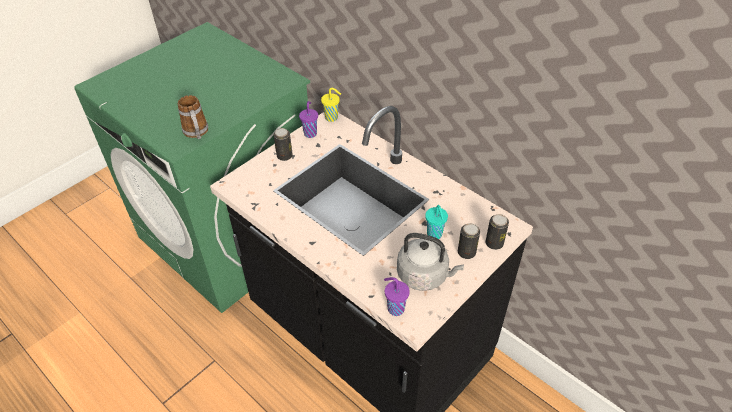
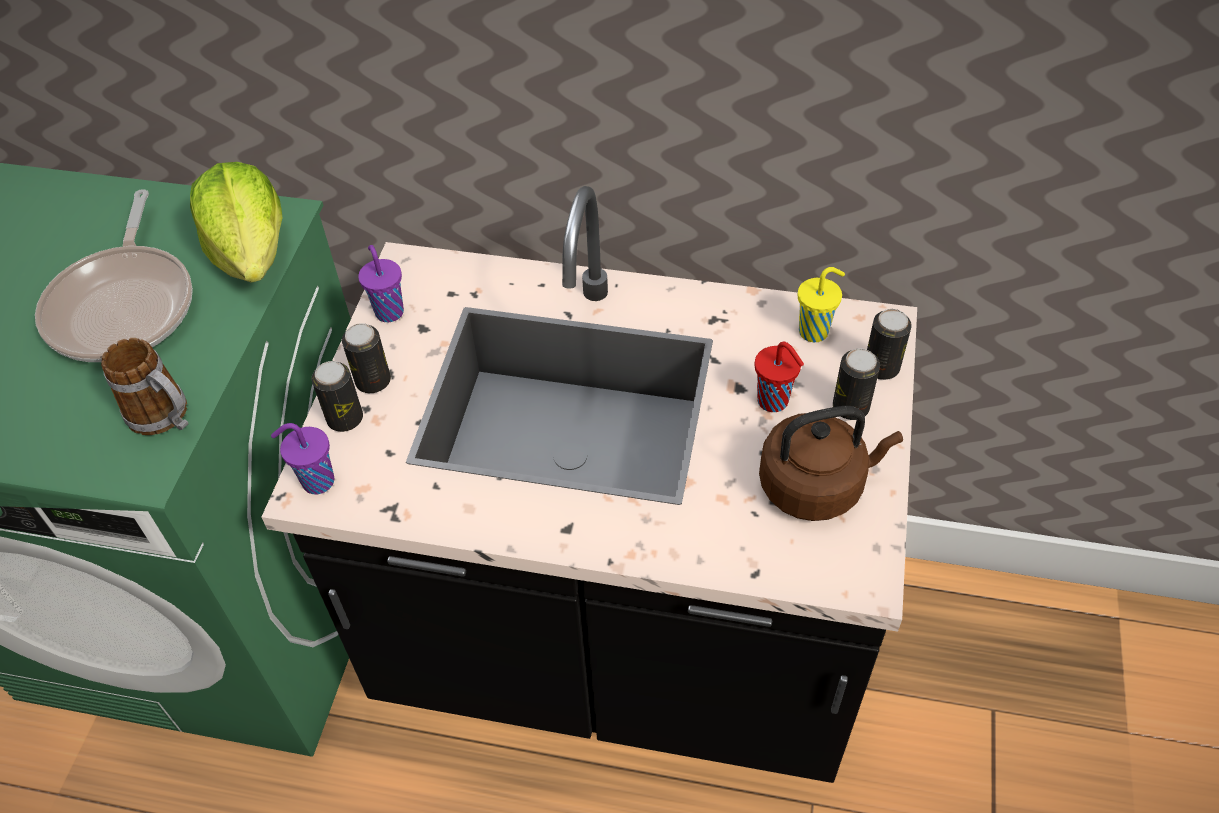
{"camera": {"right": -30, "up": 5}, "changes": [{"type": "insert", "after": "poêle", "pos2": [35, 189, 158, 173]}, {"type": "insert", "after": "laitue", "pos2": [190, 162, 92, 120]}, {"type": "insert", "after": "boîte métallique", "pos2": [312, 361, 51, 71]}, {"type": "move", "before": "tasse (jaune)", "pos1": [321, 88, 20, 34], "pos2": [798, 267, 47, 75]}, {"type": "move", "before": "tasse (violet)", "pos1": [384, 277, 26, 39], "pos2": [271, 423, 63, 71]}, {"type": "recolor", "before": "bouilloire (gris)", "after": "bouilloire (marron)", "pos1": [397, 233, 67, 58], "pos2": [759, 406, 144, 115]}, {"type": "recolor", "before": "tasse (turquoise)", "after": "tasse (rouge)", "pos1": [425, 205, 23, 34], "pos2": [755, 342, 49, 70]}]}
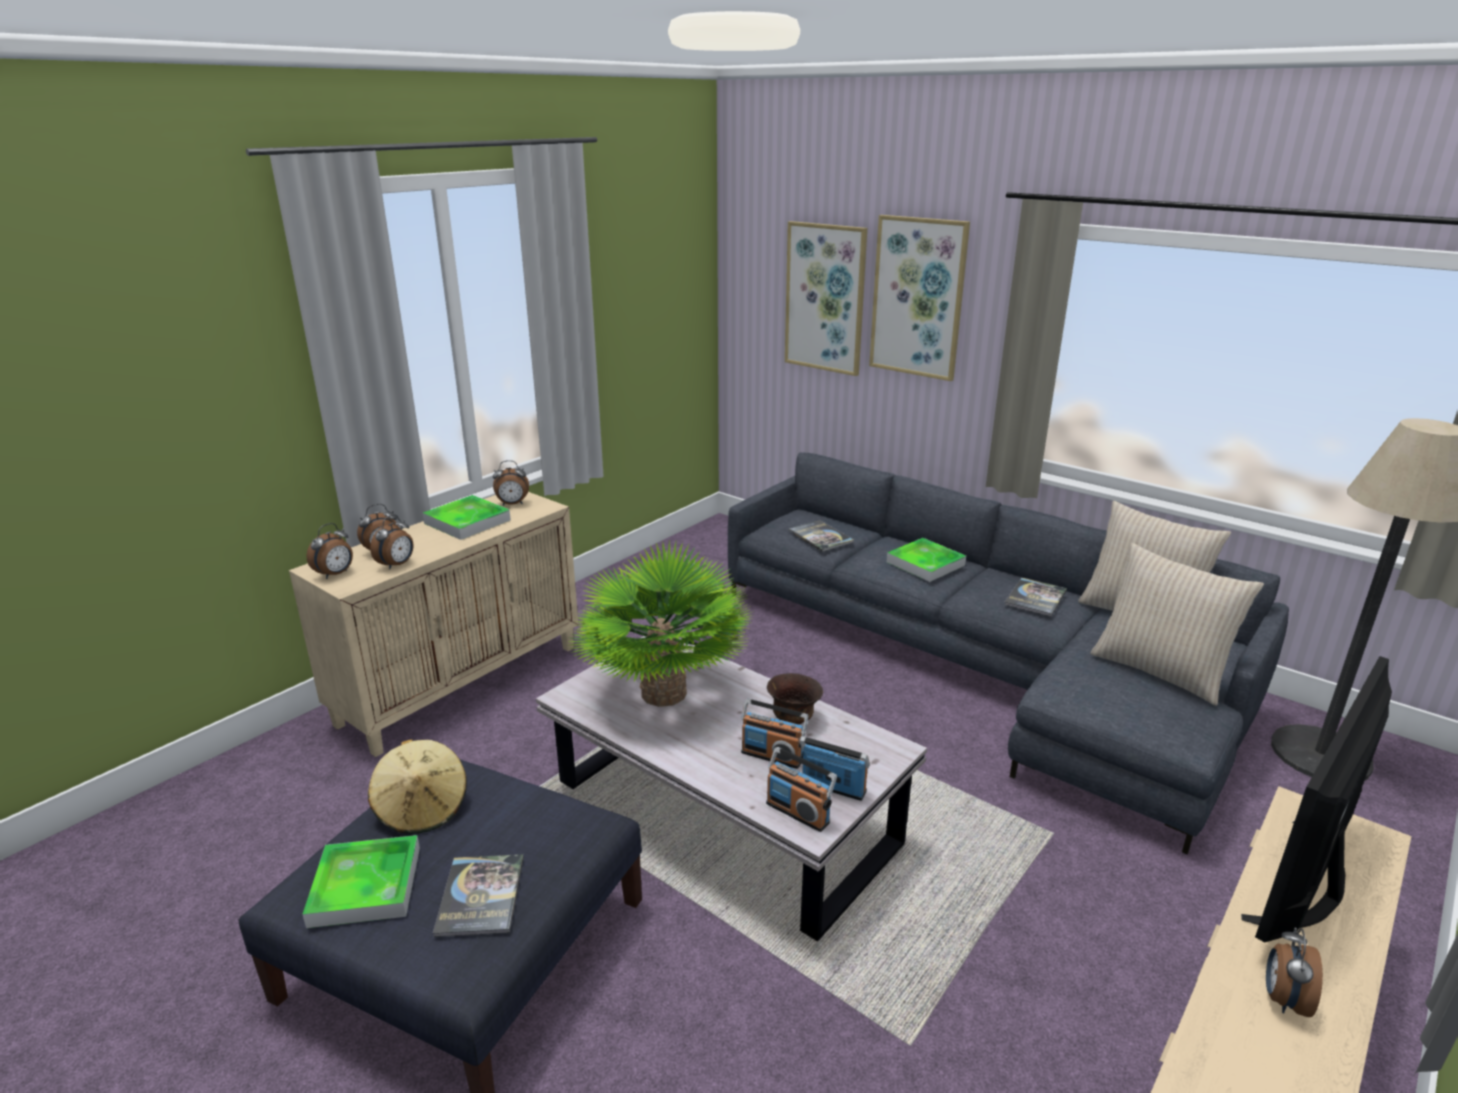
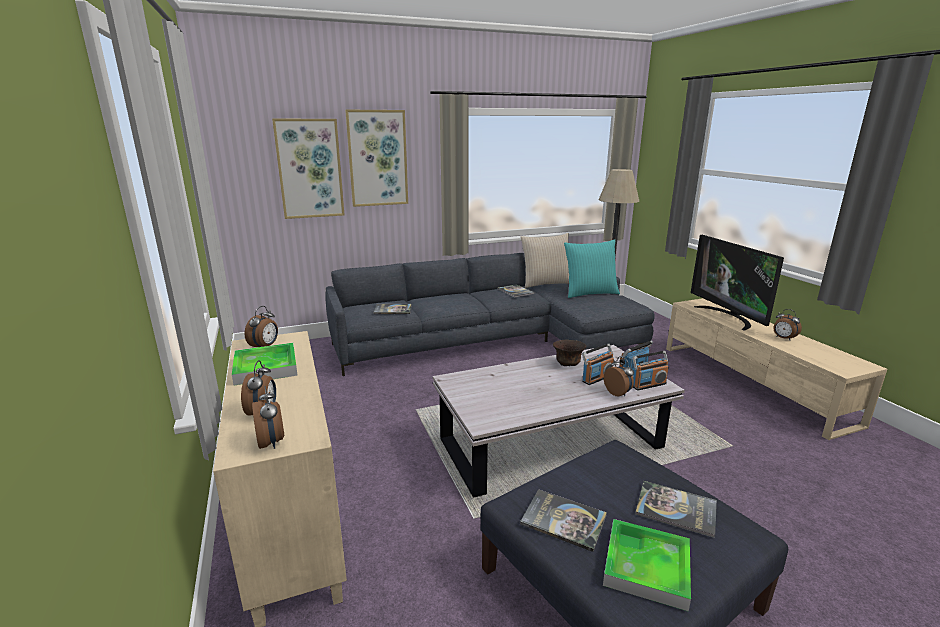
{"camera": {"right": -60, "up": -5}, "changes": [{"type": "delete", "before": "plante en pot", "pos1": [567, 539, 186, 168]}, {"type": "delete", "before": "plateau", "pos1": [887, 538, 79, 44]}, {"type": "move", "before": "réveil", "pos1": [370, 514, 44, 56], "pos2": [604, 356, 30, 41]}, {"type": "replace", "before": "chapeau (beige)", "after": "livre", "pos1": [368, 739, 99, 95], "pos2": [520, 489, 87, 63]}, {"type": "recolor", "before": "coussin (beige)", "after": "coussin (turquoise)", "pos1": [1091, 543, 173, 163], "pos2": [564, 239, 56, 59]}]}
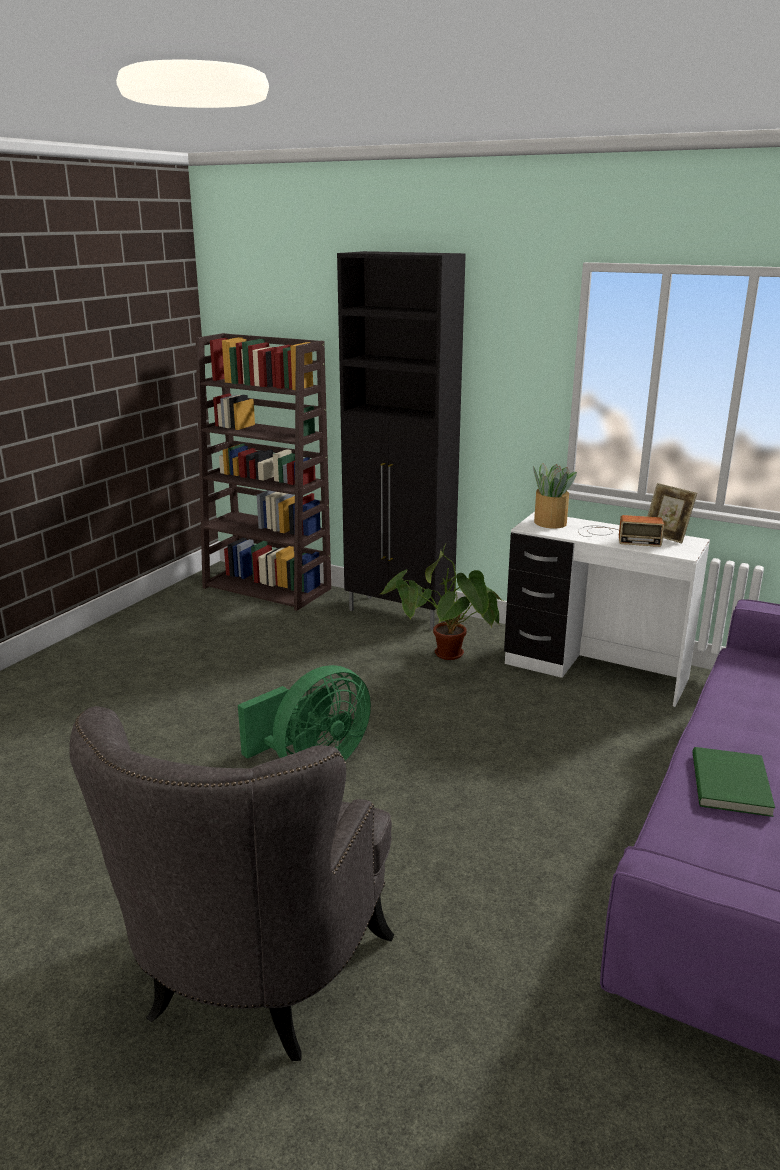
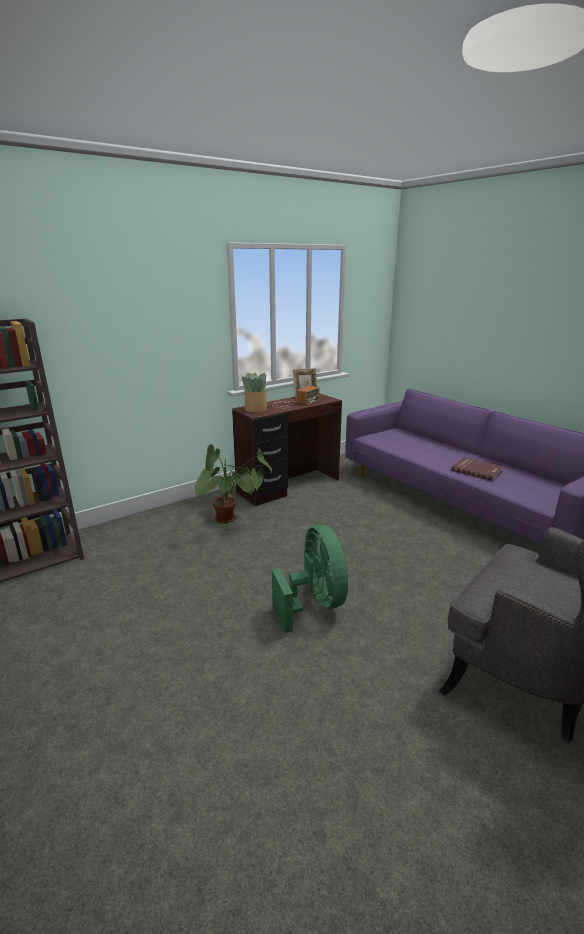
{"camera": {"right": -65, "up": 0}, "changes": [{"type": "delete", "before": "meuble de rangement (noir)", "pos1": [337, 251, 129, 379]}, {"type": "recolor", "before": "bureau (blanc)", "after": "bureau (marron)", "pos1": [504, 512, 206, 195], "pos2": [232, 393, 110, 113]}, {"type": "recolor", "before": "livre (vert)", "after": "livre (rouge)", "pos1": [692, 747, 83, 70], "pos2": [451, 457, 52, 24]}]}
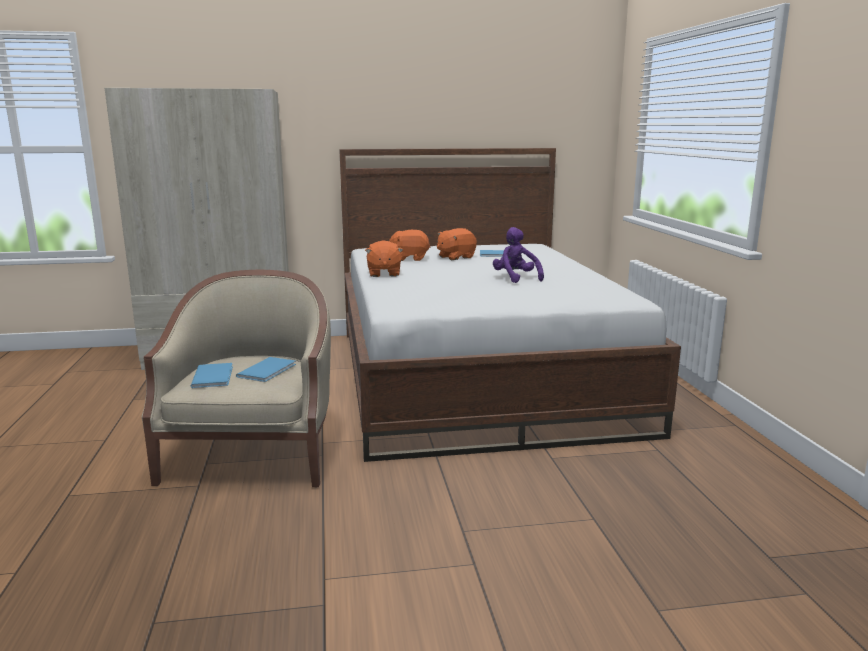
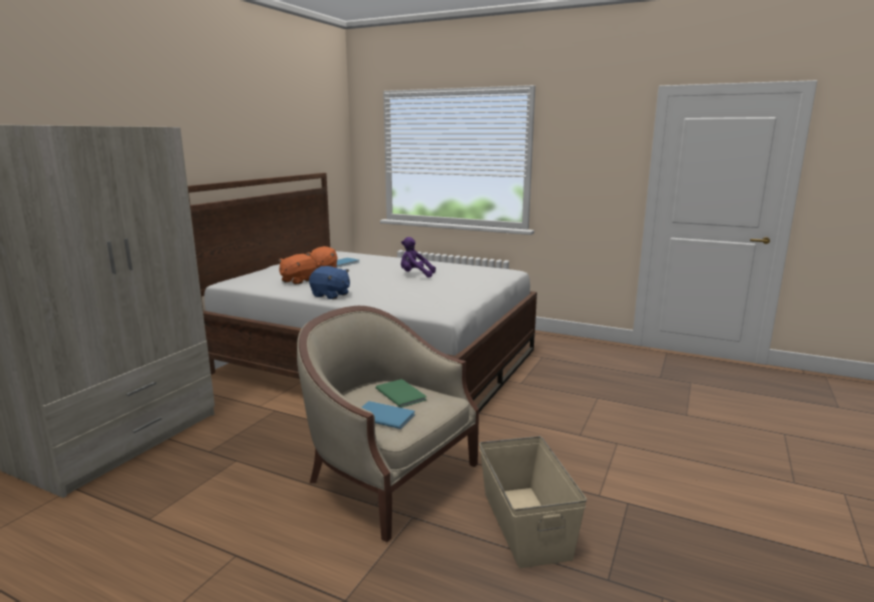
{"camera": {"right": -55, "up": 0}, "changes": [{"type": "insert", "after": "boîte de rangement (beige)", "pos2": [479, 436, 108, 132]}, {"type": "recolor", "before": "livre (bleu)", "after": "livre (vert)", "pos1": [236, 357, 60, 25], "pos2": [375, 379, 52, 29]}, {"type": "recolor", "before": "peluche (orange)", "after": "peluche (bleu)", "pos1": [365, 240, 38, 37], "pos2": [309, 266, 41, 33]}]}
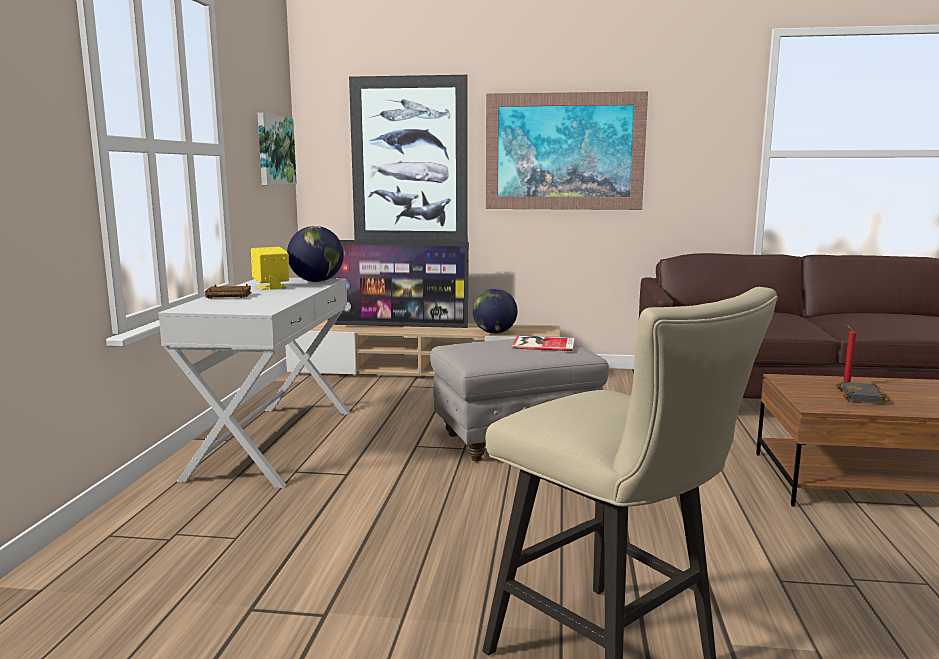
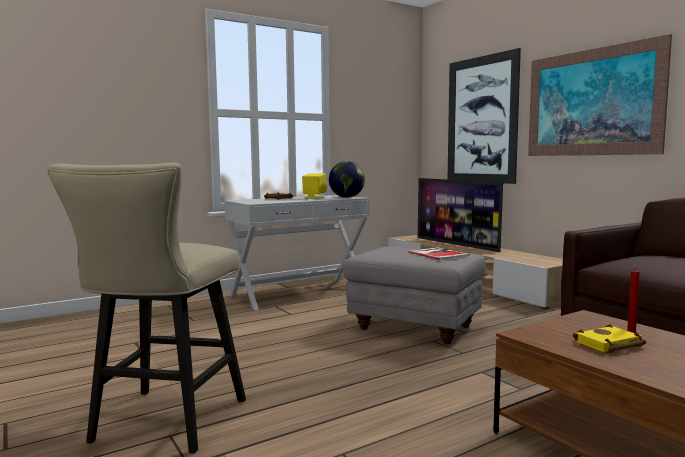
{"camera": {"right": 50, "up": -5}, "changes": [{"type": "delete", "before": "tableau", "pos1": [258, 113, 39, 72]}, {"type": "delete", "before": "globe", "pos1": [473, 288, 44, 46]}, {"type": "recolor", "before": "livre (noir)", "after": "livre (jaune)", "pos1": [836, 381, 53, 23], "pos2": [573, 324, 73, 29]}]}
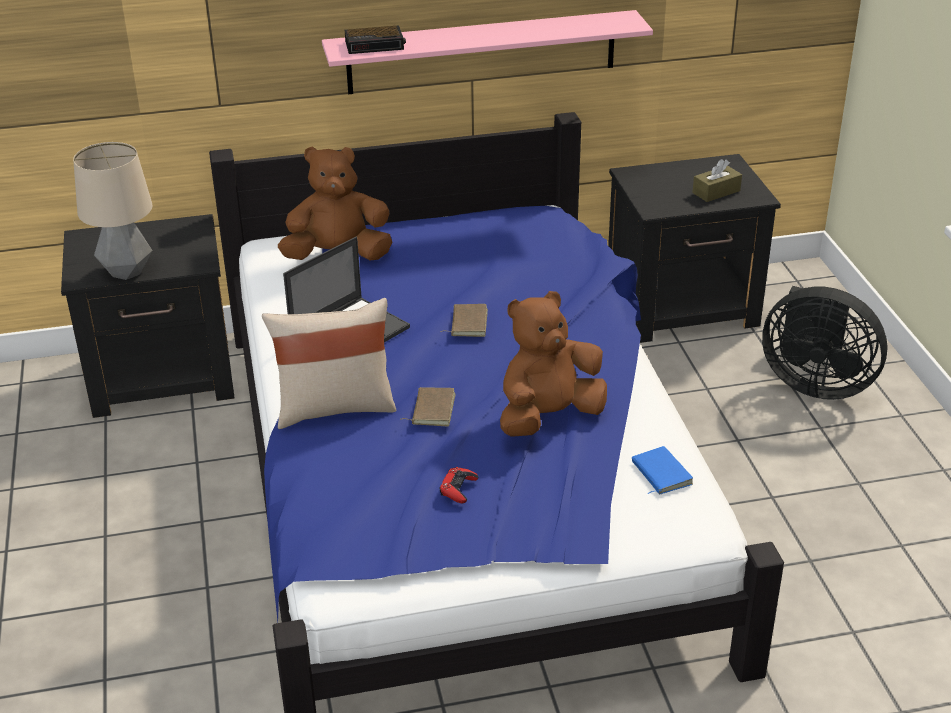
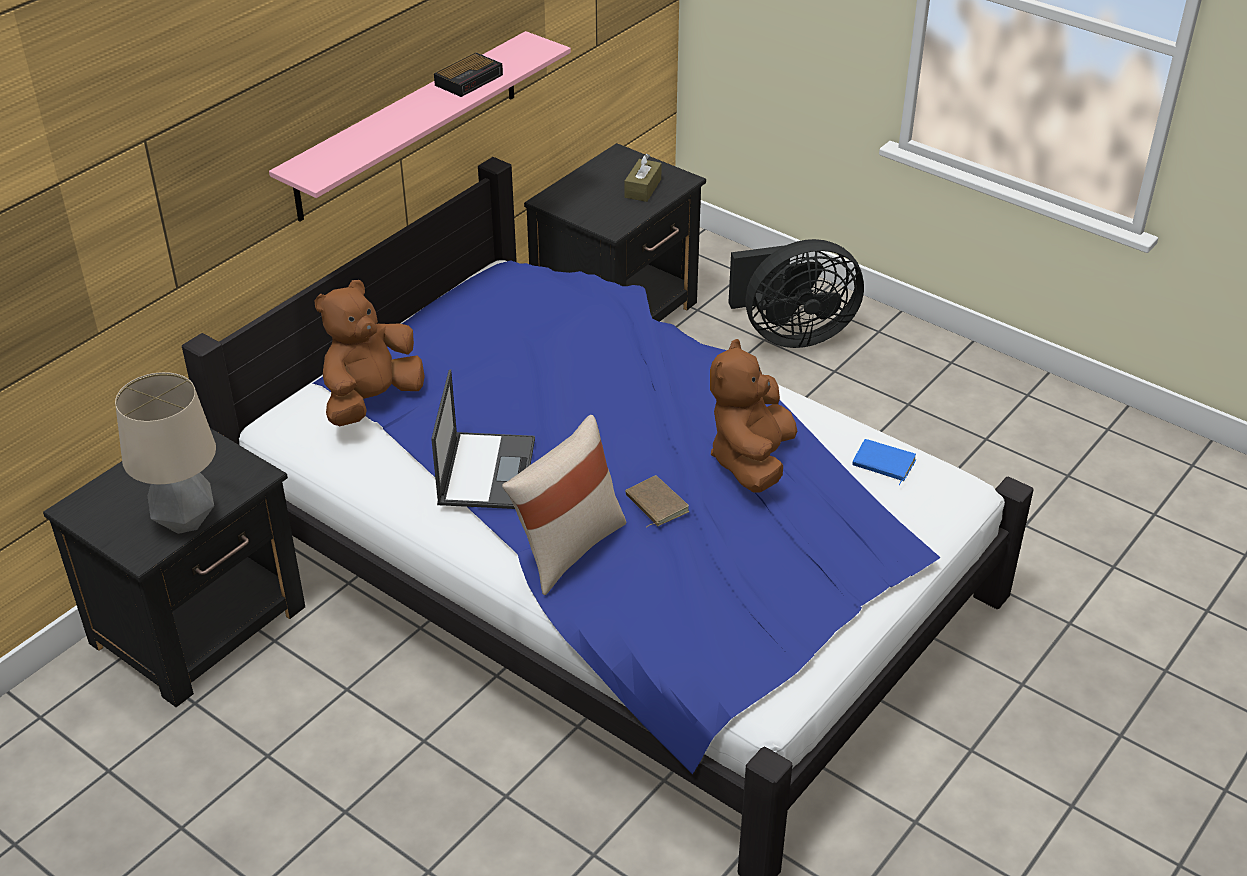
{"camera": {"right": -40, "up": 5}, "changes": [{"type": "delete", "before": "livre (marron)", "pos1": [440, 304, 48, 33]}, {"type": "delete", "before": "manette (rouge)", "pos1": [440, 467, 38, 36]}, {"type": "move", "before": "réveil", "pos1": [345, 25, 61, 29], "pos2": [434, 53, 69, 44]}]}
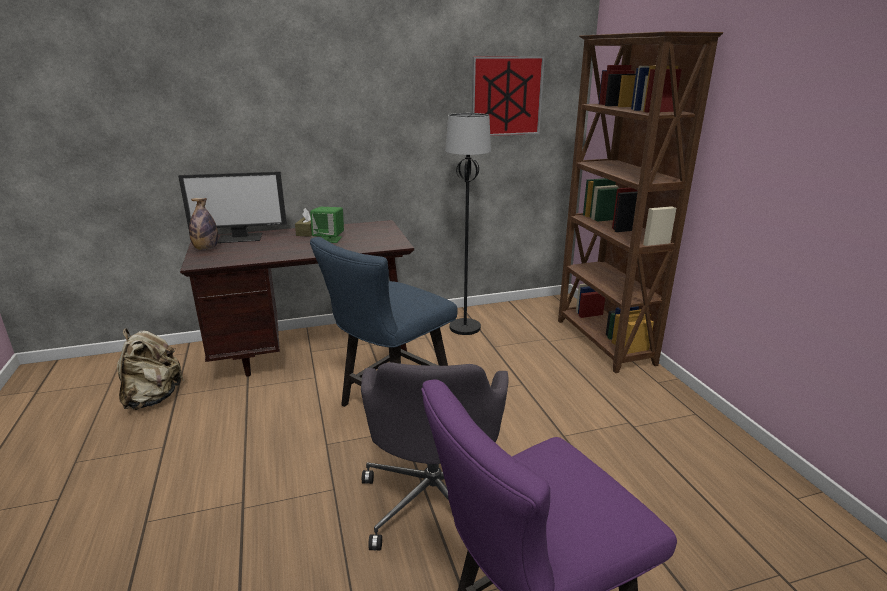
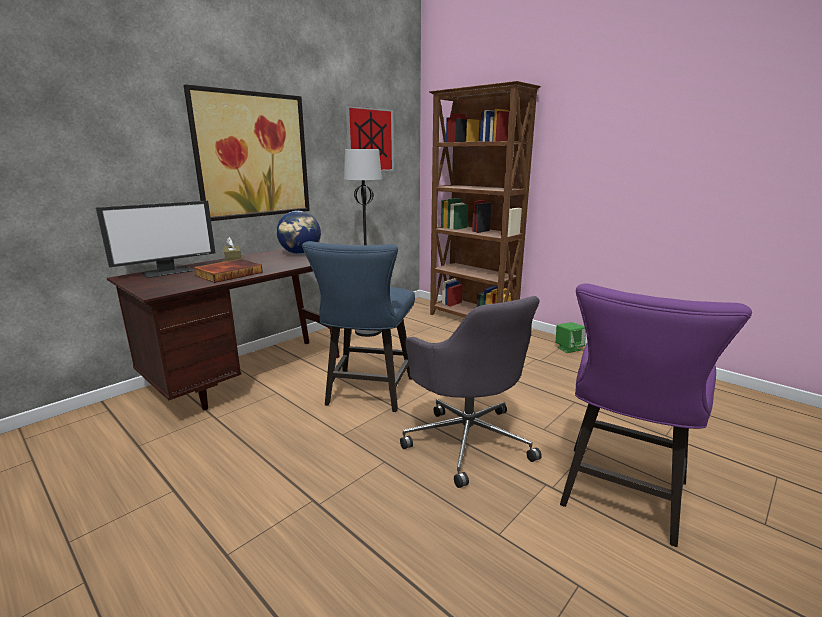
{"camera": {"right": -30, "up": -5}, "changes": [{"type": "delete", "before": "sac à dos (beige)", "pos1": [117, 329, 67, 81]}, {"type": "delete", "before": "bouteille", "pos1": [189, 198, 29, 52]}, {"type": "insert", "after": "tableau", "pos2": [184, 84, 126, 137]}, {"type": "insert", "after": "livre", "pos2": [194, 259, 69, 24]}, {"type": "insert", "after": "globe", "pos2": [277, 211, 44, 43]}, {"type": "move", "before": "enceinte (vert)", "pos1": [310, 207, 34, 36], "pos2": [556, 322, 30, 31]}]}
